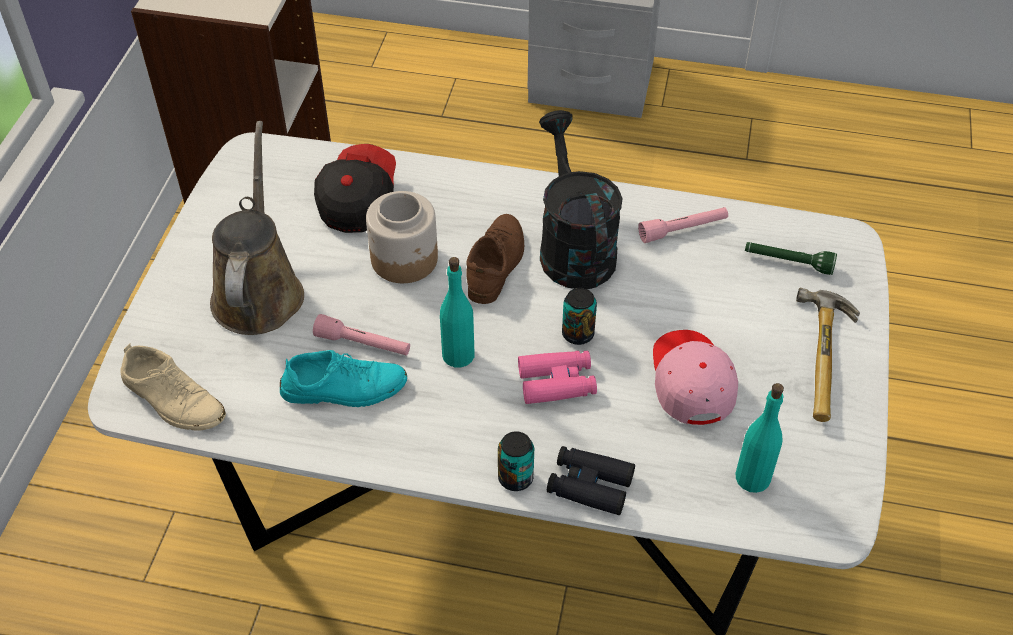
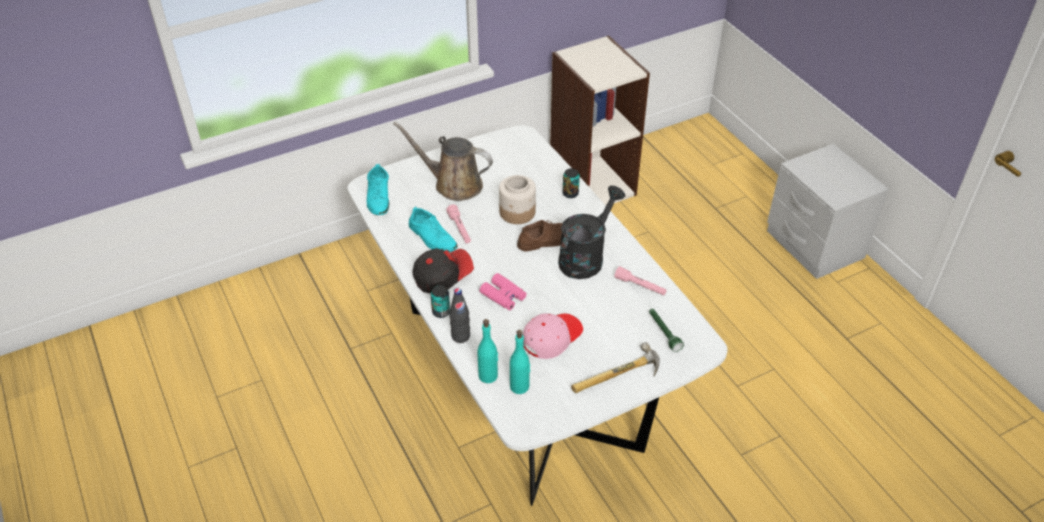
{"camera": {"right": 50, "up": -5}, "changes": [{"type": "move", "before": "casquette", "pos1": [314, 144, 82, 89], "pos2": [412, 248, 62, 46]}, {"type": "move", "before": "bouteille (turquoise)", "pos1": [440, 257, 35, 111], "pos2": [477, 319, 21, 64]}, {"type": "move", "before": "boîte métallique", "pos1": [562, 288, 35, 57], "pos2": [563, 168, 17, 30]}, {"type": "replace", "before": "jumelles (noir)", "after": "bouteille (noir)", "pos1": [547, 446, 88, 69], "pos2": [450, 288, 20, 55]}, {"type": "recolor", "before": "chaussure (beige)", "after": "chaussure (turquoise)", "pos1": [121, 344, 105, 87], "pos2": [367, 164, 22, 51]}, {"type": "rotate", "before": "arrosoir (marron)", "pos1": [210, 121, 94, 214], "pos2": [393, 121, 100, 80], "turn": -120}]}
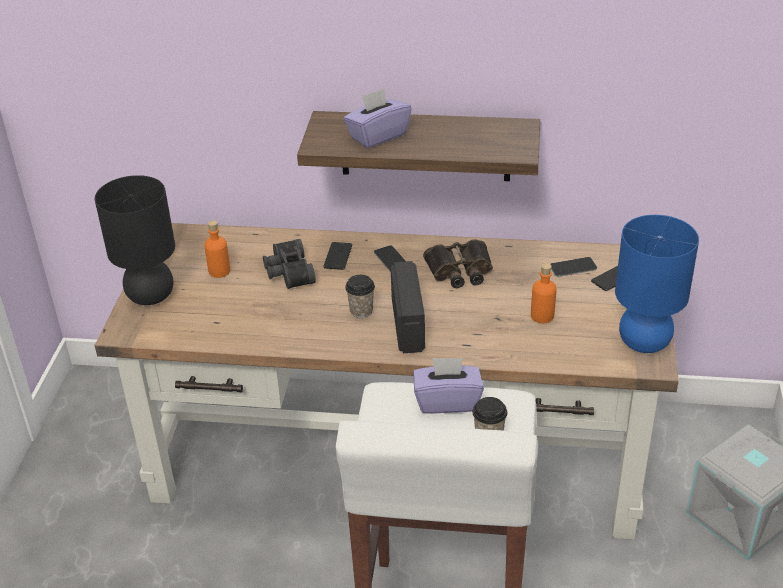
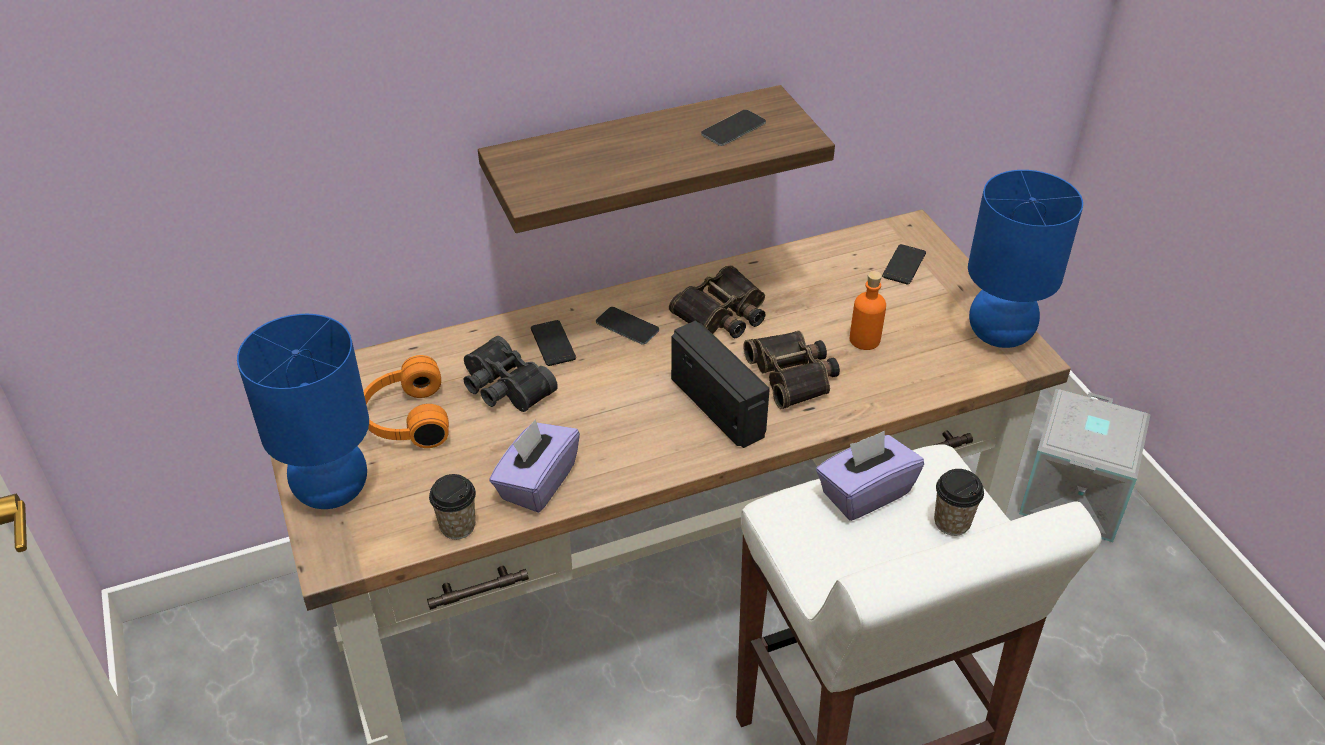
{"camera": {"right": -30, "up": 5}, "changes": [{"type": "insert", "after": "jumelles", "pos2": [743, 331, 97, 78]}, {"type": "move", "before": "boîte à mouchoirs (violet)", "pos1": [343, 88, 69, 60], "pos2": [489, 419, 91, 94]}, {"type": "move", "before": "tasse", "pos1": [345, 275, 30, 43], "pos2": [429, 474, 47, 65]}, {"type": "move", "before": "téléphone", "pos1": [550, 257, 47, 20], "pos2": [701, 110, 65, 36]}, {"type": "replace", "before": "bouteille (orange)", "after": "casque audio (orange)", "pos1": [204, 220, 26, 58], "pos2": [363, 355, 86, 93]}, {"type": "recolor", "before": "lampe de table (noir)", "after": "lampe de table (bleu)", "pos1": [95, 175, 80, 130], "pos2": [237, 314, 132, 195]}]}
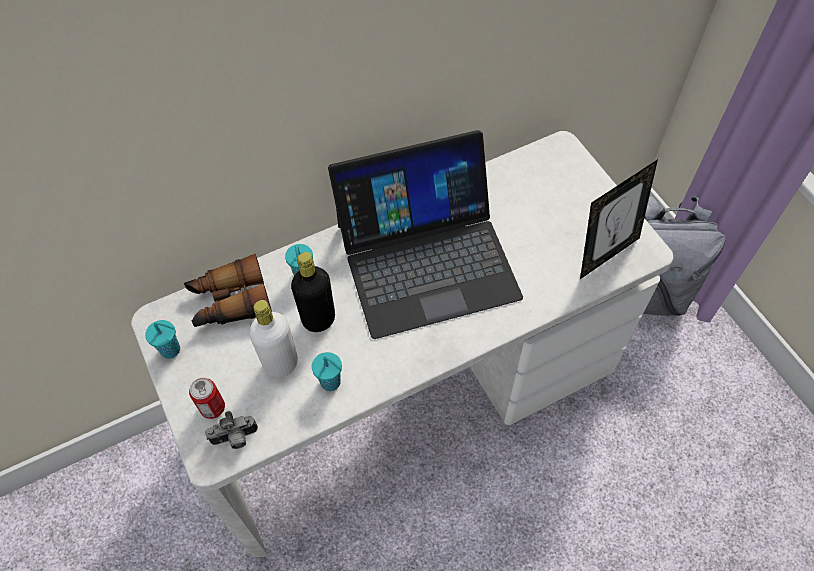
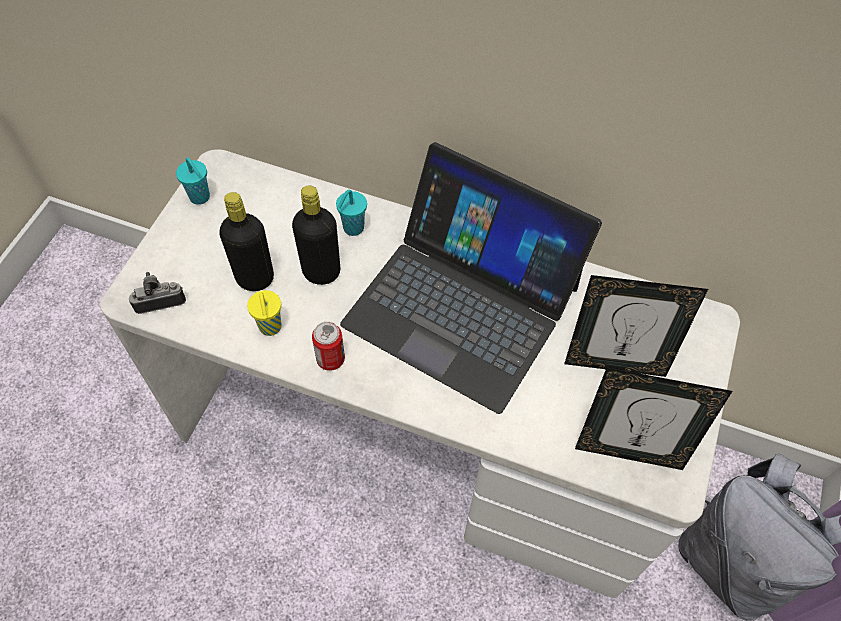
{"camera": {"right": 45, "up": 0}, "changes": [{"type": "delete", "before": "jumelles", "pos1": [184, 254, 88, 73]}, {"type": "insert", "after": "cadre photo", "pos2": [564, 275, 144, 102]}, {"type": "move", "before": "boîte métallique", "pos1": [189, 378, 36, 41], "pos2": [312, 322, 33, 49]}, {"type": "recolor", "before": "bouteille (blanc)", "after": "bouteille (noir)", "pos1": [249, 300, 49, 78], "pos2": [219, 192, 55, 99]}, {"type": "recolor", "before": "tasse (turquoise)", "after": "tasse (jaune)", "pos1": [312, 352, 30, 39], "pos2": [247, 290, 34, 46]}, {"type": "rotate", "before": "appareil photo", "pos1": [205, 411, 53, 38], "pos2": [129, 272, 57, 42], "turn": 135}]}
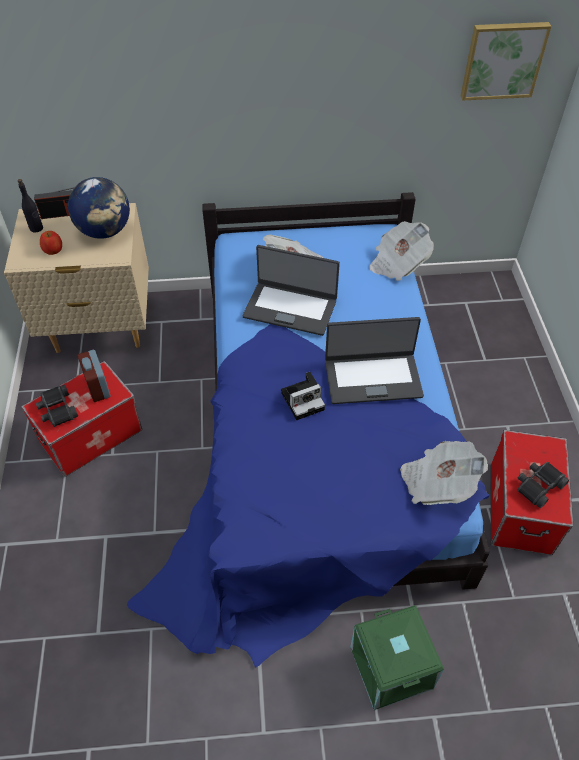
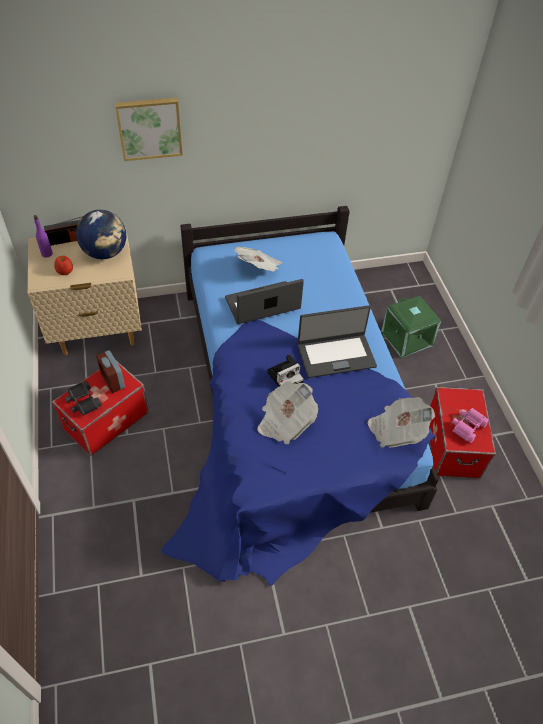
{"camera": {"right": -10, "up": 0}, "changes": [{"type": "move", "before": "boîte de rangement (vert)", "pos1": [350, 605, 94, 105], "pos2": [381, 295, 60, 63]}, {"type": "move", "before": "journal", "pos1": [369, 221, 65, 60], "pos2": [257, 381, 61, 64]}, {"type": "move", "before": "tableau", "pos1": [461, 22, 91, 78], "pos2": [115, 98, 68, 63]}, {"type": "recolor", "before": "bouteille (noir)", "after": "bouteille (violet)", "pos1": [18, 179, 25, 54], "pos2": [34, 215, 19, 43]}, {"type": "recolor", "before": "jumelles (noir)", "after": "jumelles (rose)", "pos1": [517, 462, 52, 46], "pos2": [452, 408, 37, 35]}, {"type": "rotate", "before": "ordinateur portable", "pos1": [242, 245, 98, 91], "pos2": [225, 279, 79, 45], "turn": 150}]}
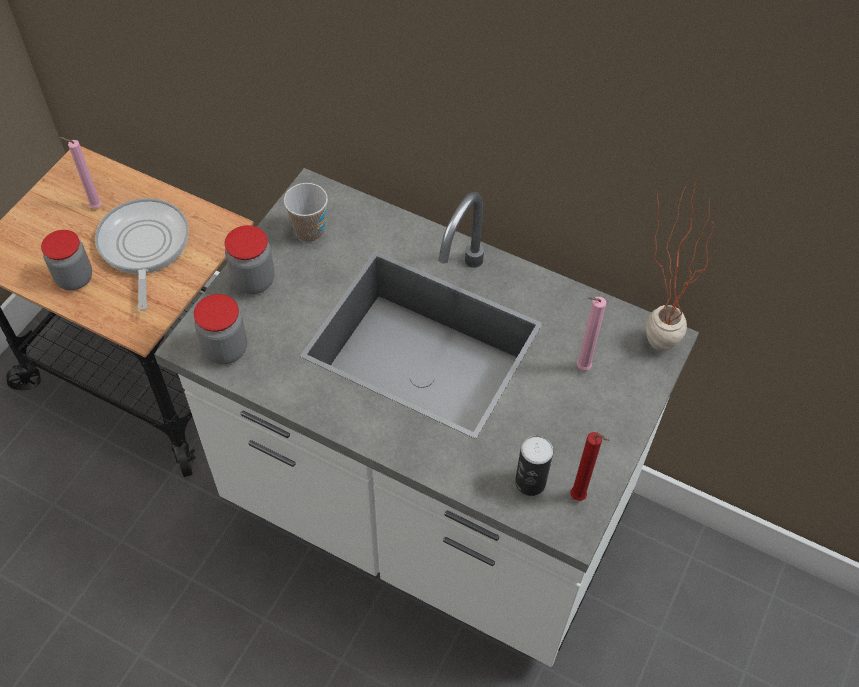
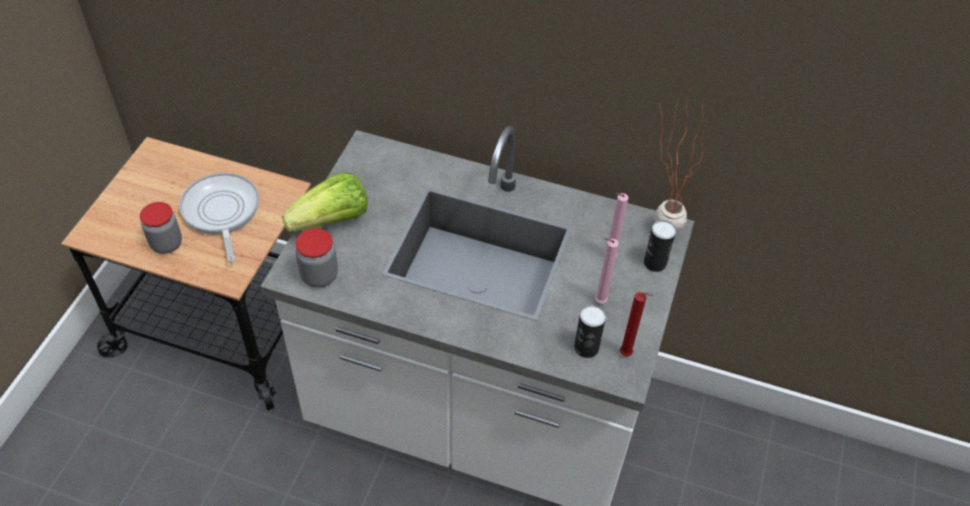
{"camera": {"right": -10, "up": -5}, "changes": [{"type": "delete", "before": "tasse", "pos1": [284, 183, 44, 59]}, {"type": "insert", "after": "boîte métallique", "pos2": [644, 220, 32, 52]}, {"type": "move", "before": "bougie (rose)", "pos1": [59, 137, 43, 71], "pos2": [595, 238, 24, 66]}, {"type": "replace", "before": "bocal", "after": "laitue", "pos1": [225, 225, 49, 69], "pos2": [282, 172, 86, 60]}]}
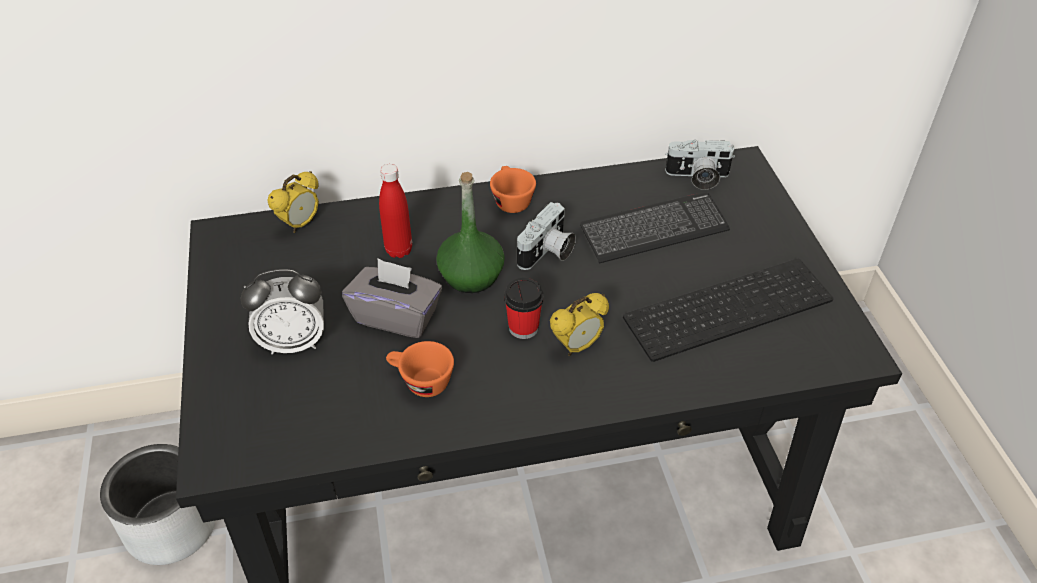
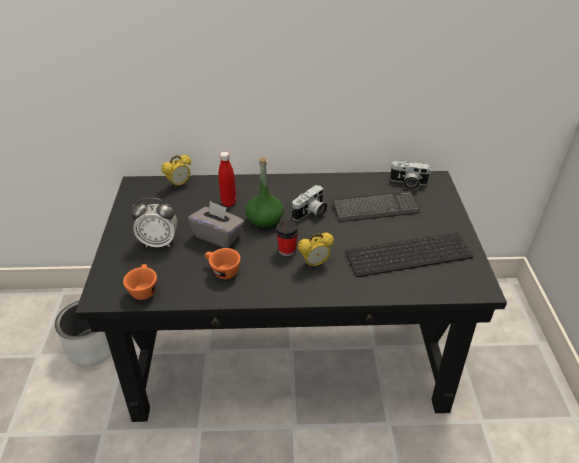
{"camera": {"right": 10, "up": -5}, "changes": [{"type": "move", "before": "tasse (orange)", "pos1": [490, 166, 46, 47], "pos2": [123, 264, 34, 36]}]}
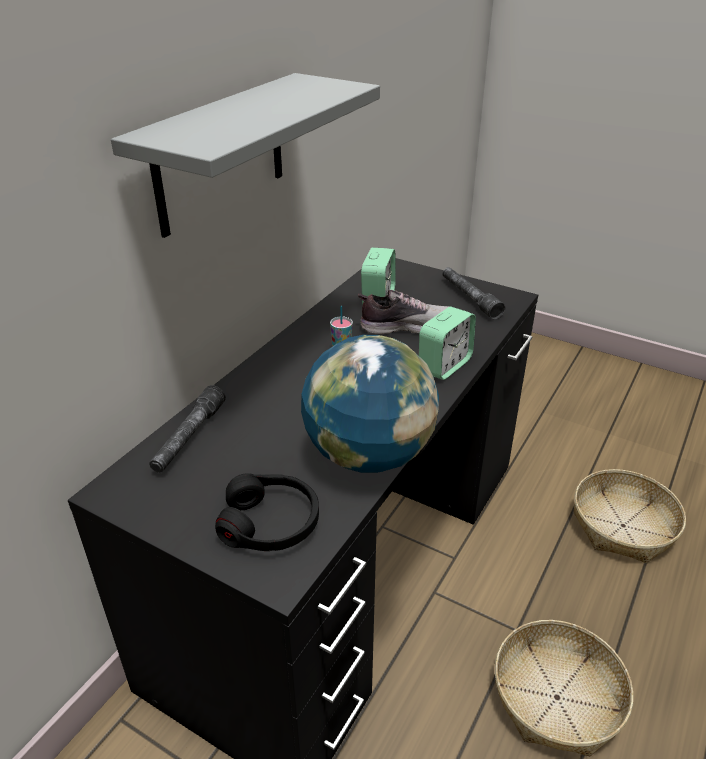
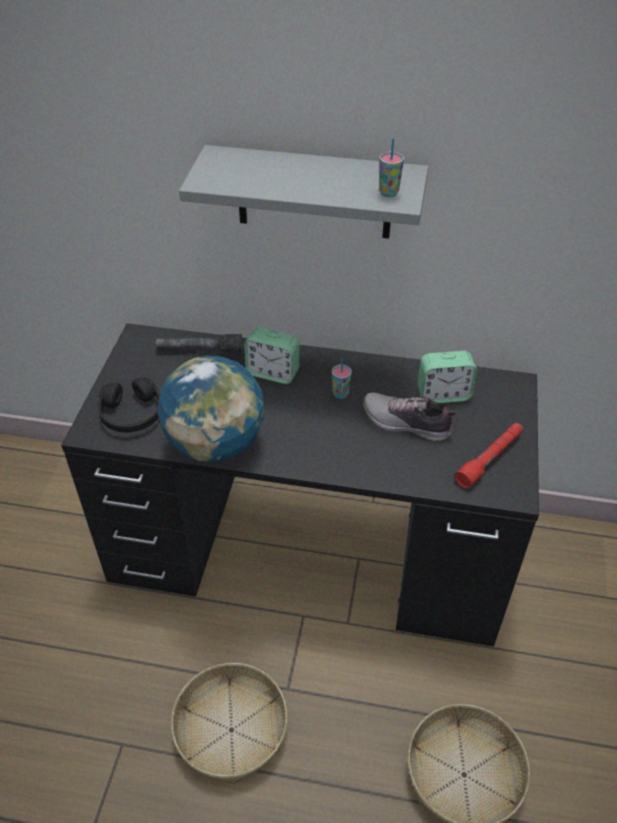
{"camera": {"right": 70, "up": 10}, "changes": [{"type": "insert", "after": "tasse", "pos2": [379, 138, 25, 59]}, {"type": "move", "before": "réveil", "pos1": [419, 307, 57, 73], "pos2": [244, 327, 56, 57]}, {"type": "recolor", "before": "lampe de poche (gris)", "after": "lampe de poche (rouge)", "pos1": [442, 267, 63, 53], "pos2": [454, 423, 69, 66]}, {"type": "rotate", "before": "chaussure", "pos1": [358, 290, 93, 44], "pos2": [363, 392, 95, 49], "turn": 135}]}
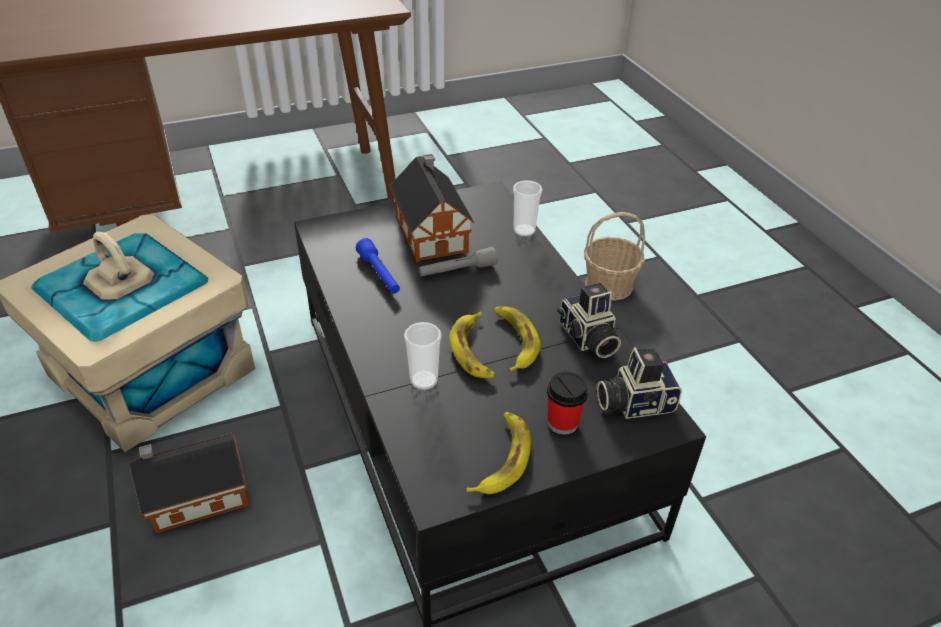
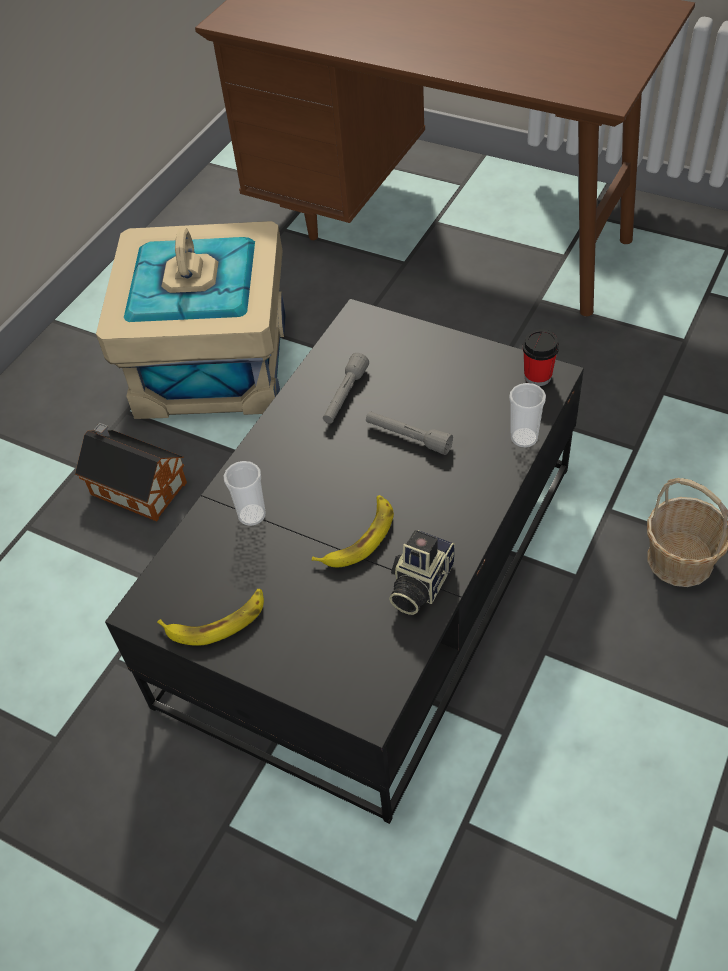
{"camera": {"right": 55, "up": 10}, "changes": [{"type": "delete", "before": "maison miniature", "pos1": [390, 154, 84, 108]}, {"type": "delete", "before": "banane", "pos1": [449, 312, 46, 66]}, {"type": "delete", "before": "appareil photo", "pos1": [597, 347, 85, 72]}, {"type": "move", "before": "tasse", "pos1": [547, 371, 41, 64], "pos2": [522, 329, 37, 57]}, {"type": "recolor", "before": "lampe de poche (bleu)", "after": "lampe de poche (gris)", "pos1": [356, 238, 44, 56], "pos2": [323, 353, 46, 70]}]}
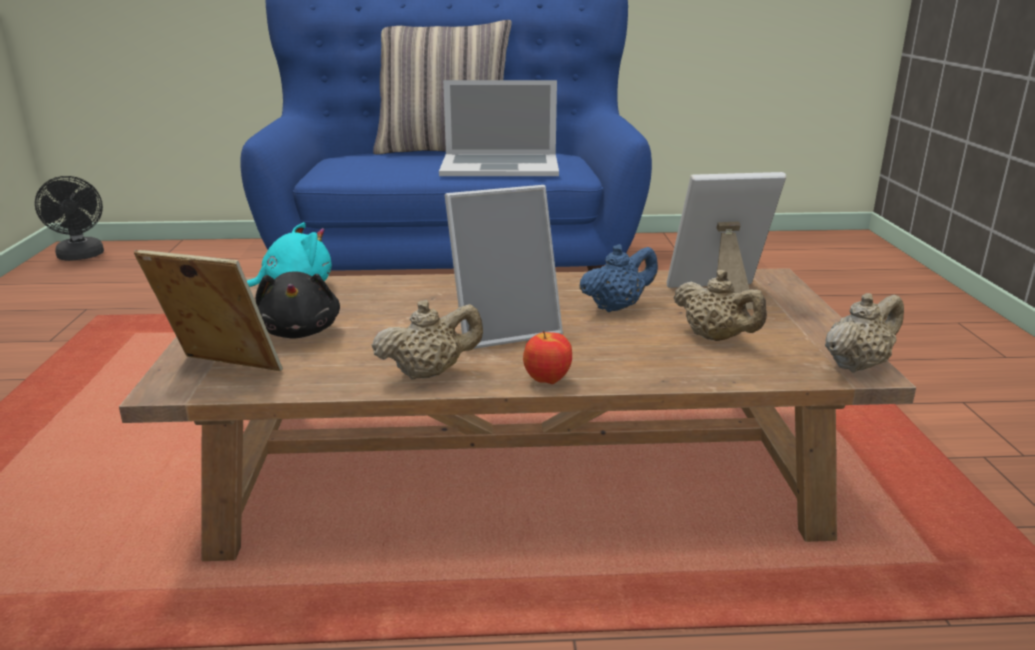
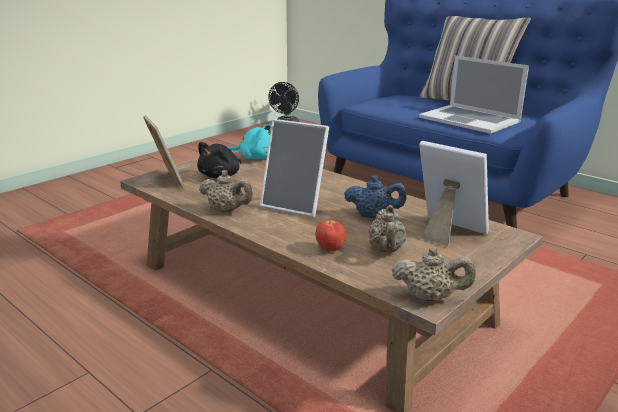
{"camera": {"right": 45, "up": 0}, "changes": [{"type": "move", "before": "pomme", "pos1": [523, 331, 49, 53], "pos2": [316, 219, 29, 33]}]}
